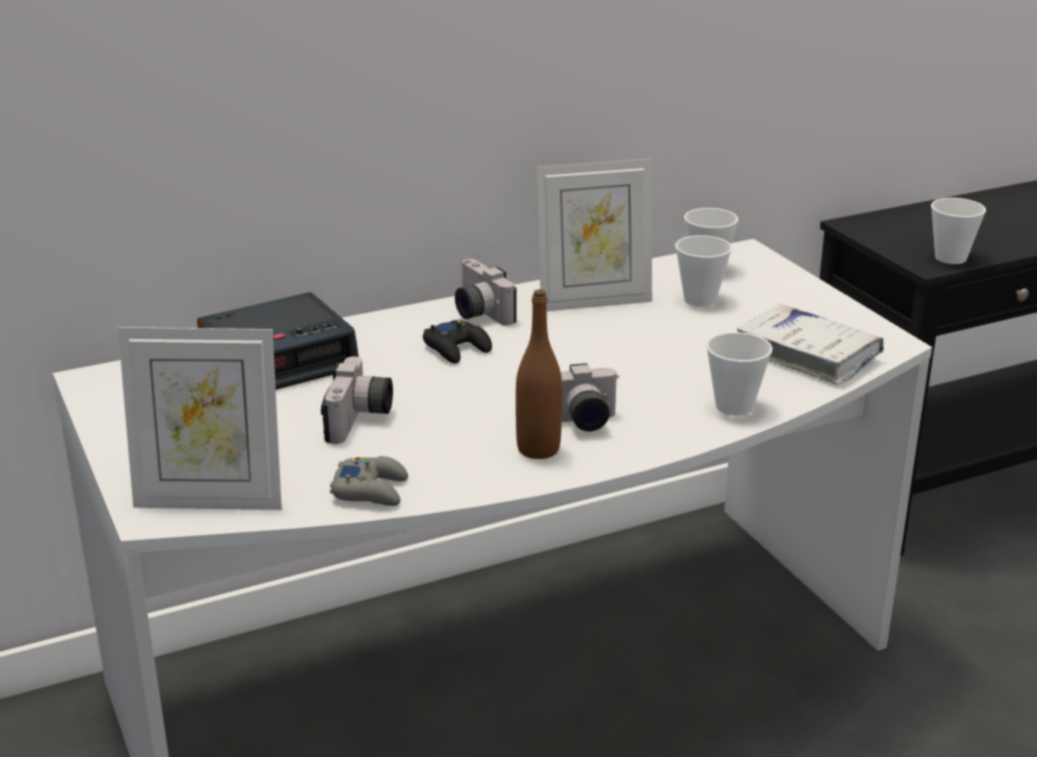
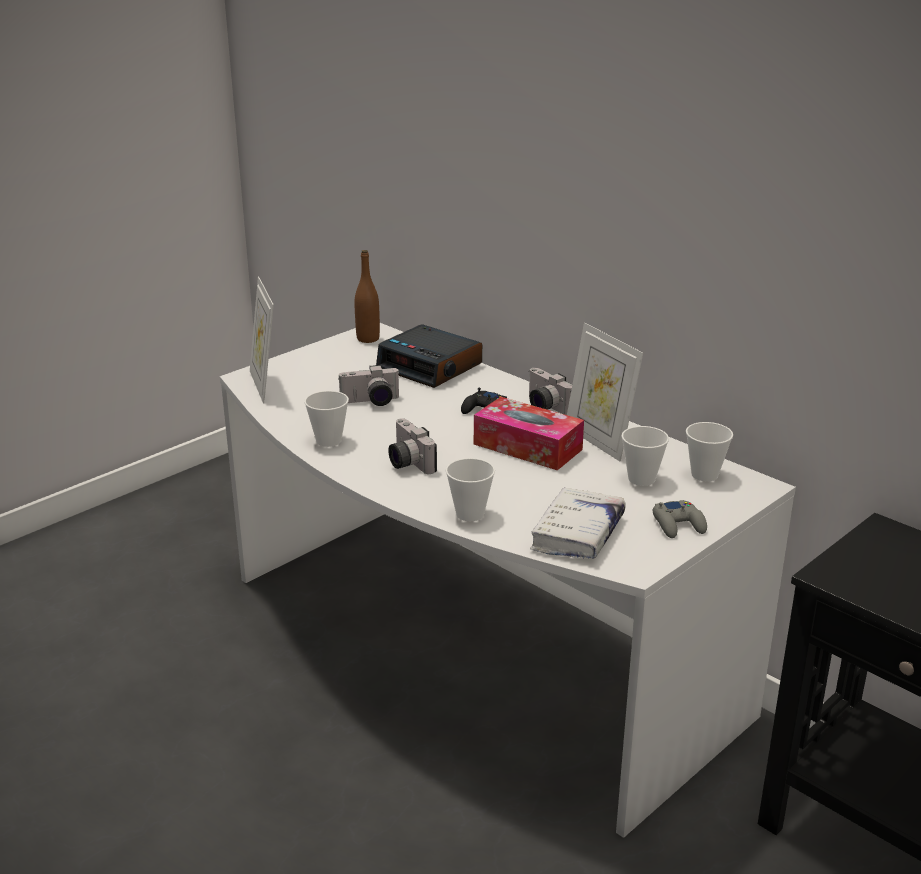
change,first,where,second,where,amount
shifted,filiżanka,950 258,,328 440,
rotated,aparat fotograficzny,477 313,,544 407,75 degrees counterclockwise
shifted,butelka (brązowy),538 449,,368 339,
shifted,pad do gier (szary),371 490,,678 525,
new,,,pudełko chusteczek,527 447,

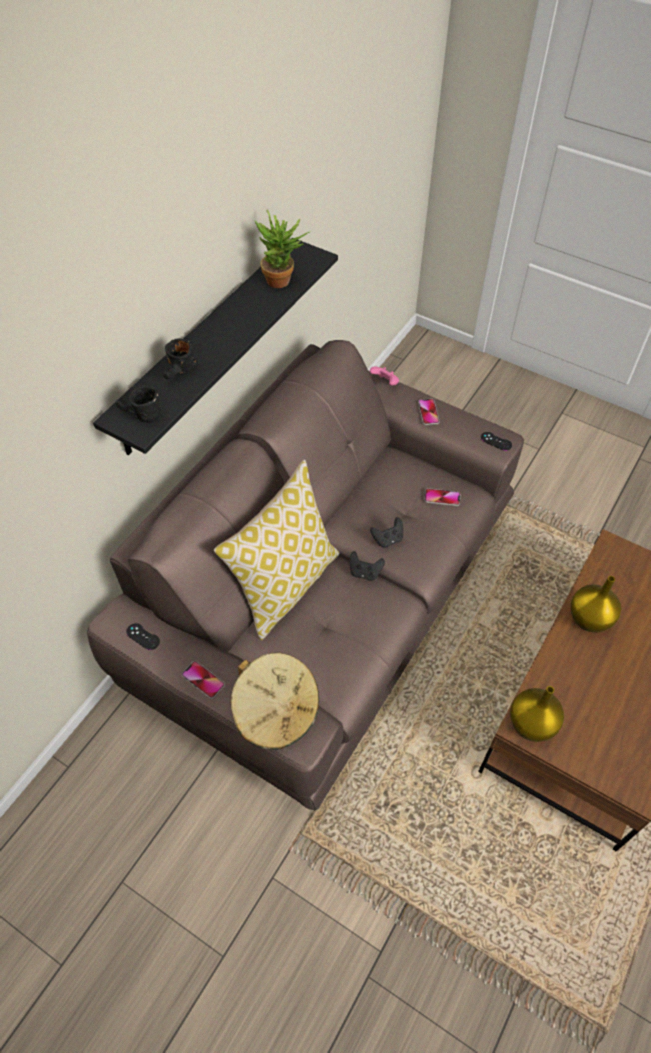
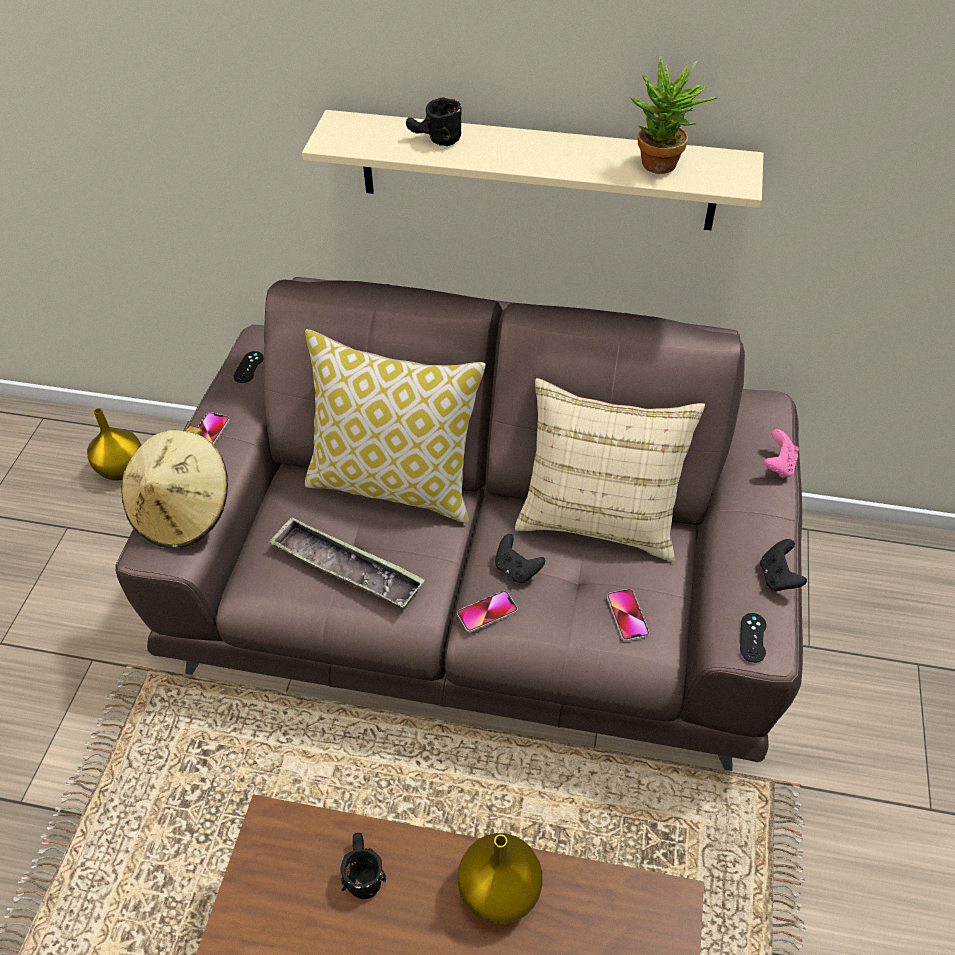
change,first,where,second,where,amount
repainted,półka (czarny),206 347,półka (beżowy),536 171,
shifted,kubek (czarny),140 416,,361 871,
shifted,telefon,428 412,,487 612,
shifted,pad do gier (czarny),365 572,,778 577,
shifted,wazon (żółty),532 725,,121 470,
new,,,poduszka (beżowy),600 513,
new,,,taca,346 568,

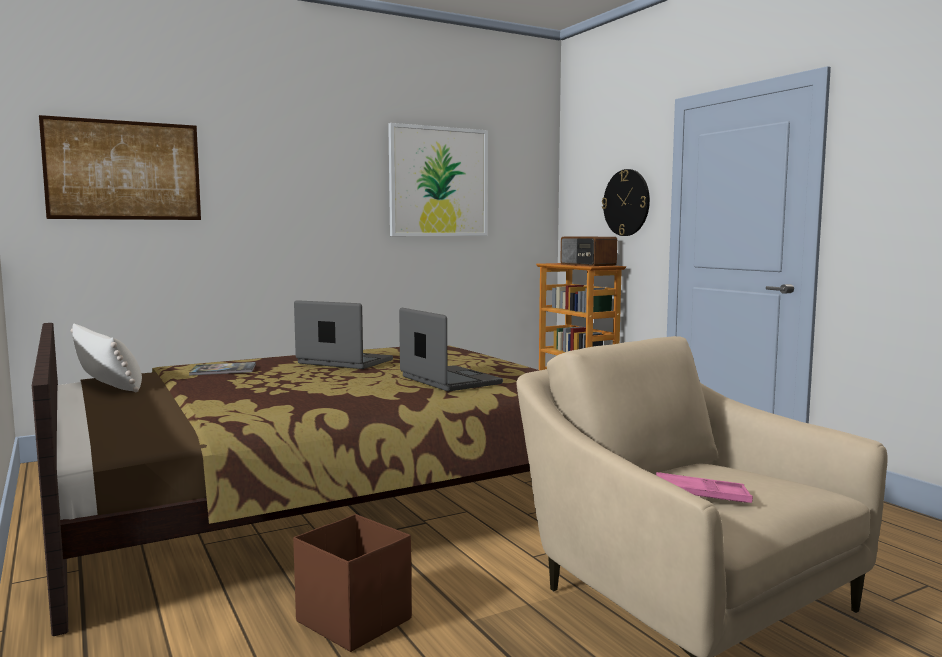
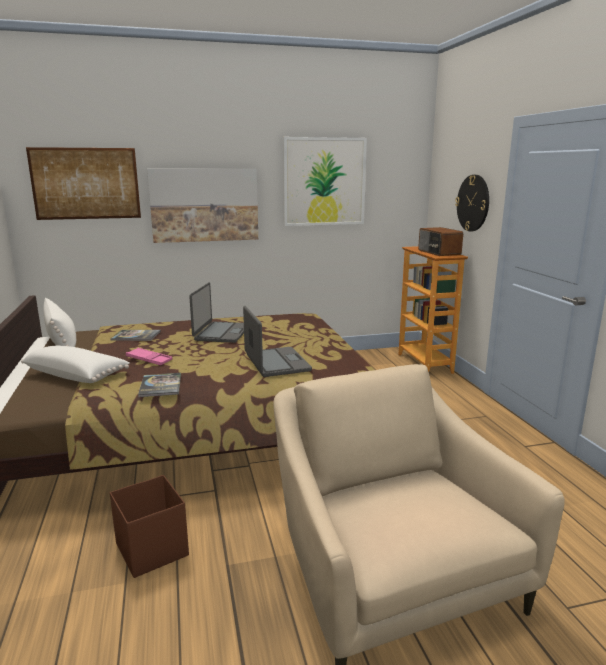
change,first,where,second,where,amount
rotated,laptop,344 362,,221 333,60 degrees clockwise
shifted,taca (różowy),702 495,,149 360,
new,,,obraz,204 205,
new,,,poduszka (biały),77 375,
new,,,książka,160 385,

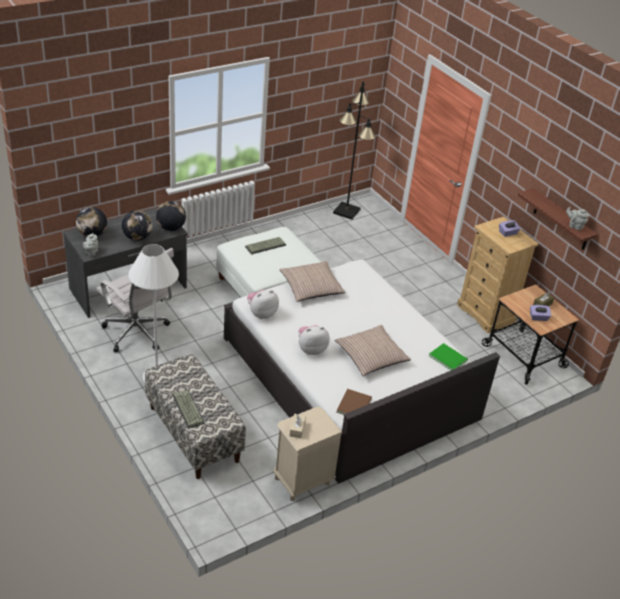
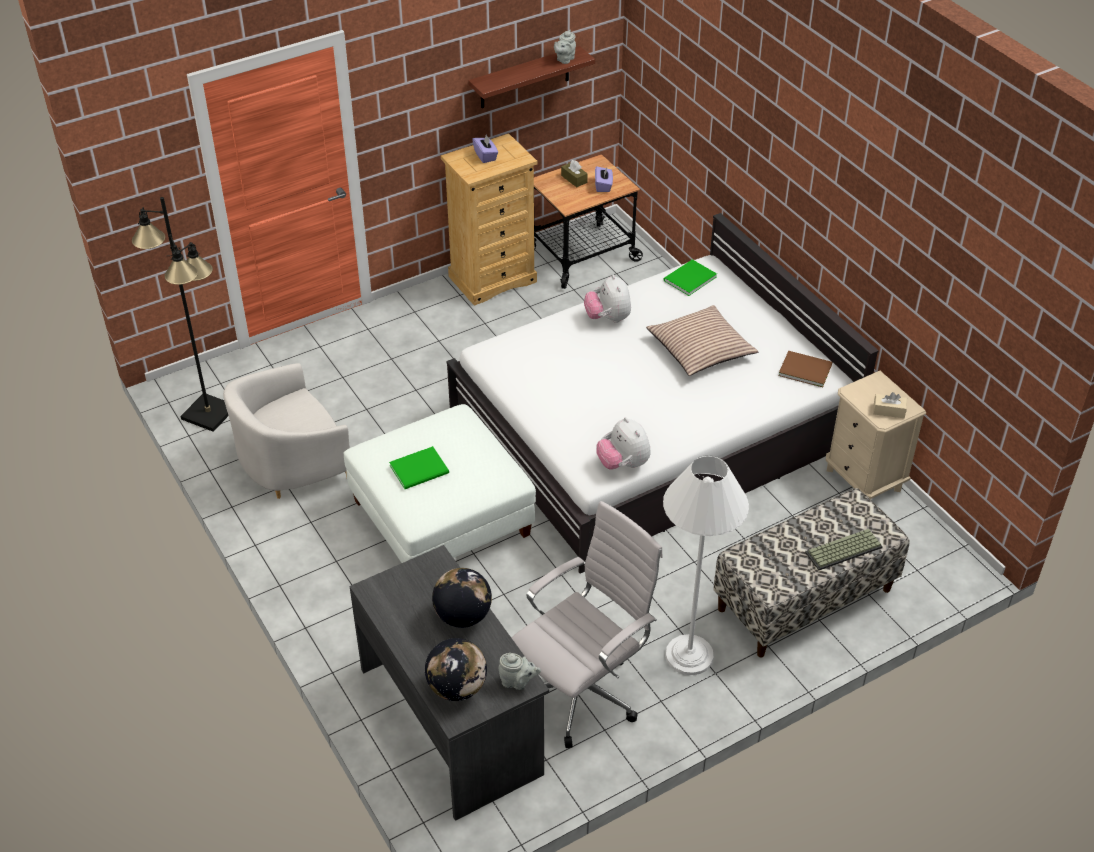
change,first,where,second,where,amount
gone,globus,171 228,,,
swapped,klawiatura,265 246,książka (zielony),421 470,
gone,poduszka,311 287,,,
shifted,pluszak,311 349,,608 318,
new,,,fotel (biały),292 465,

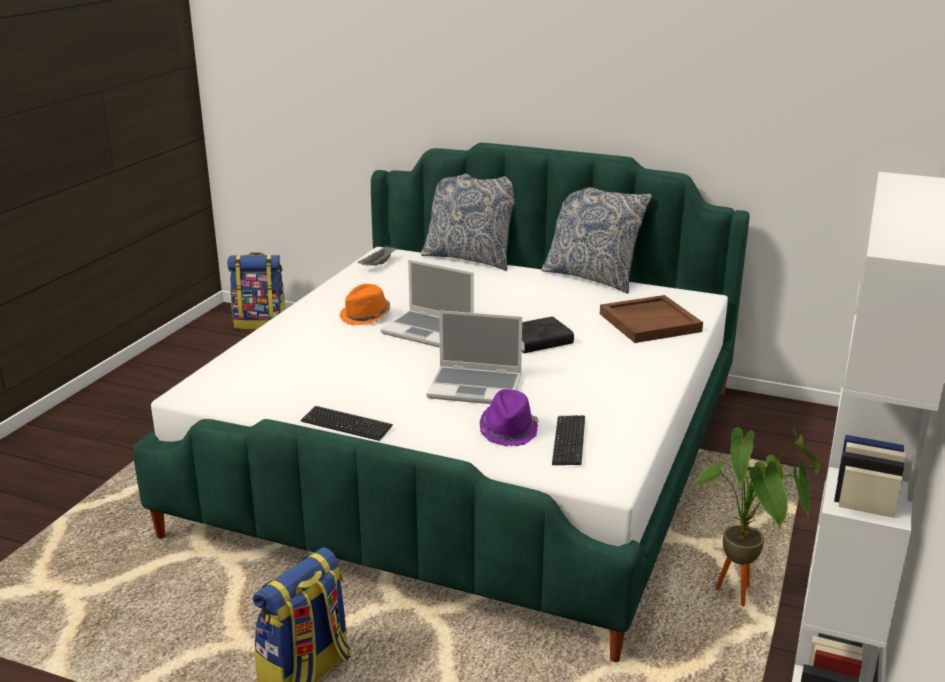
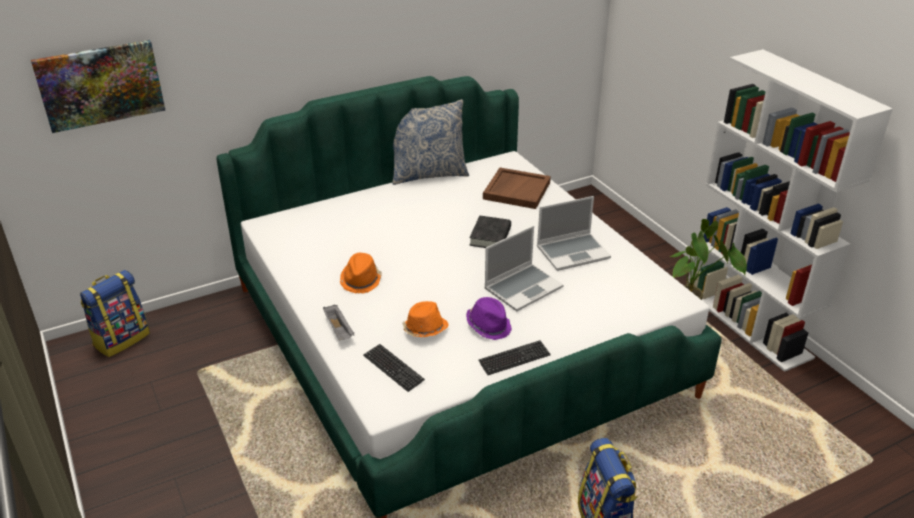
change,first,where,second,where,amount
gone,poduszka,470 258,,,
shifted,taca (szary),378 265,,339 330,
shifted,laptop,429 331,,573 252,
shifted,kapelusz (fioletowy),509 430,,489 326,
shifted,klawiatura,569 442,,393 368,
new,,,obraz,100 85,
new,,,kapelusz (pomarańczowy),424 329,

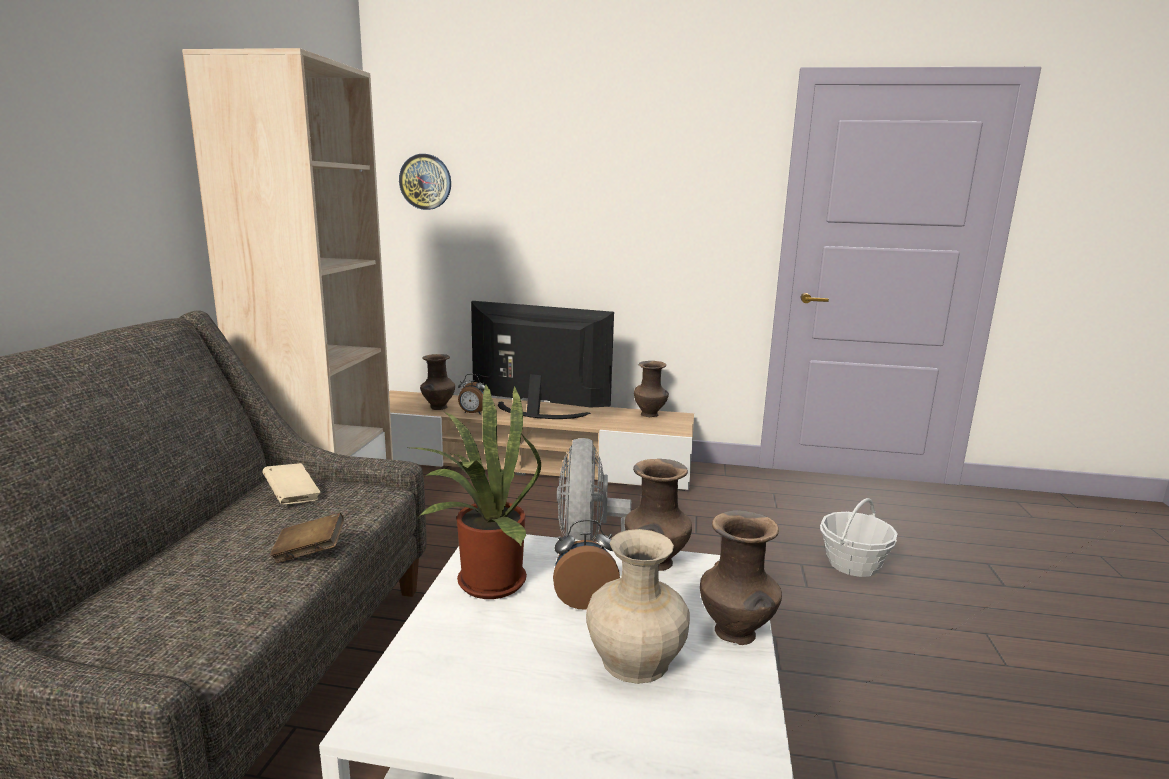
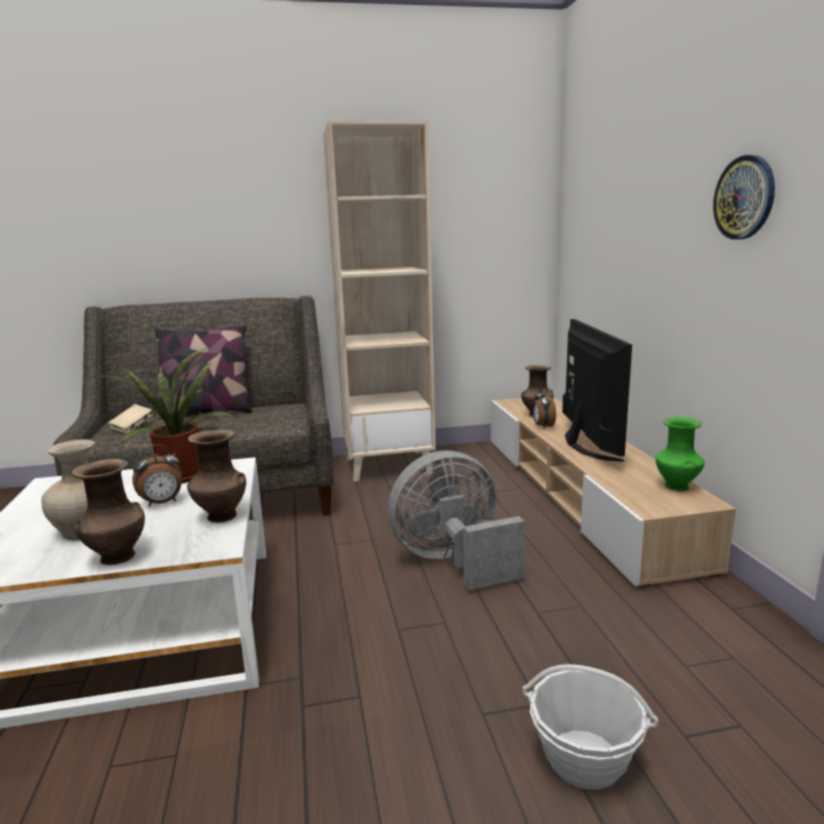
change,first,where,second,where,amount
shifted,zegar ścienny,425 182,,744 198,
repainted,wazon (brązowy),650 415,wazon (zielony),677 487,
shifted,książka (beżowy),292 497,,132 427,
rotated,budzik,583 600,,162 503,90 degrees clockwise
new,,,poduszka,207 412,

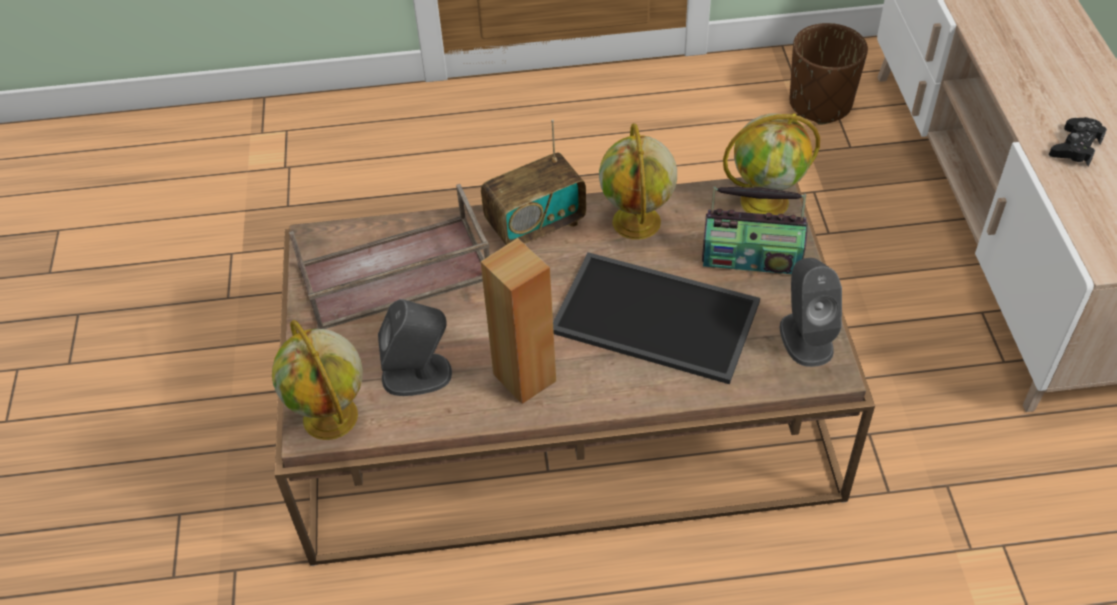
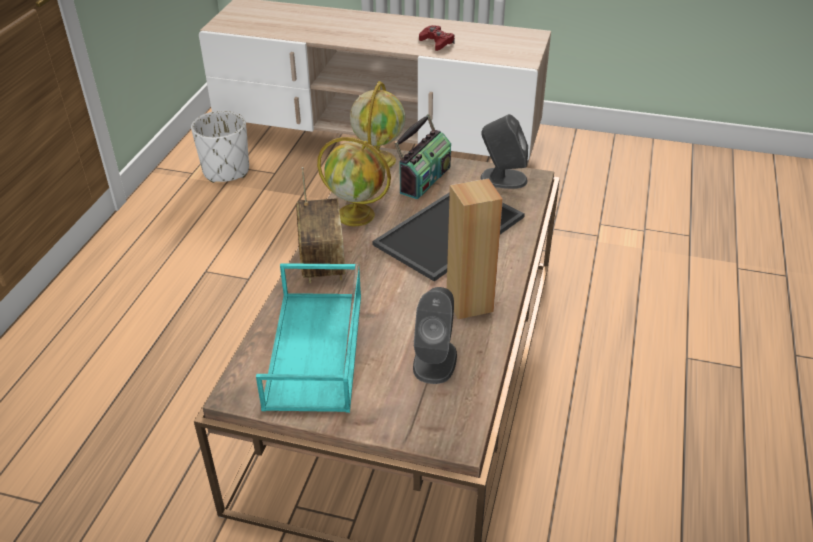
change,first,where,second,where,amount
repainted,donica (brązowy),820 104,donica (biały),226 171,
repainted,pad do gier (czarny),1075 147,pad do gier (czerwony),436 42,
repainted,taca (brązowy),393 274,taca (turkusowy),316 351,
gone,globus,331 418,,,

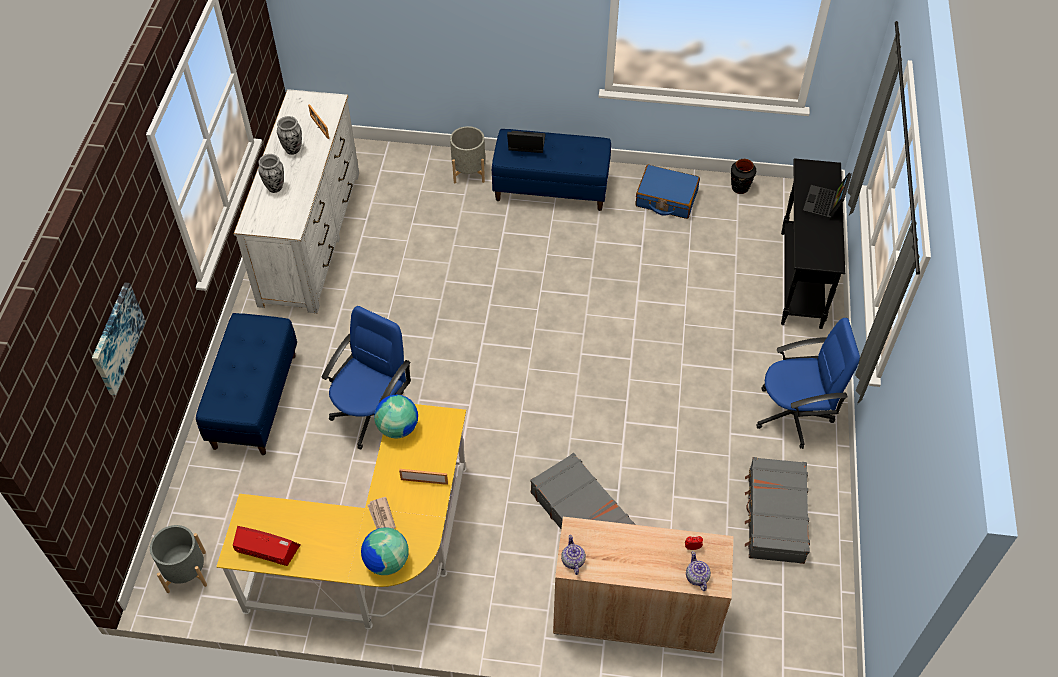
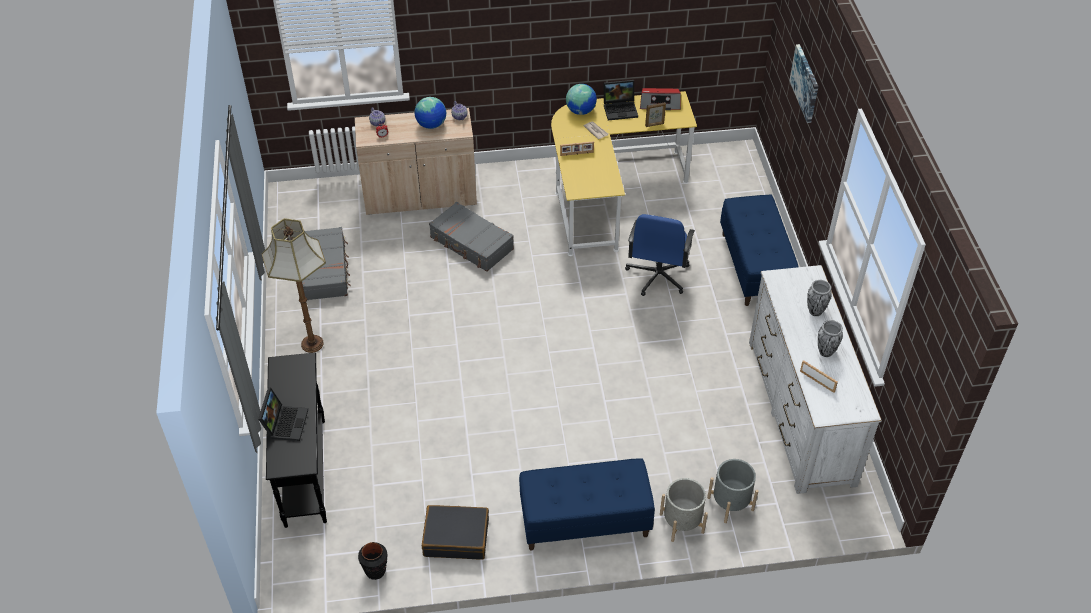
change,first,where,second,where,amount
shifted,laptop,525 145,,621 109,
repainted,walizka (niebieski),666 199,walizka (czarny),456 537,
swapped,krzesło biurowe (niebieski),794 414,lampa stojąca,311 344,
shifted,globus,398 427,,431 125,
shifted,donica (szary),186 571,,730 503,
new,,,ramka na zdjęcie,654 125,

